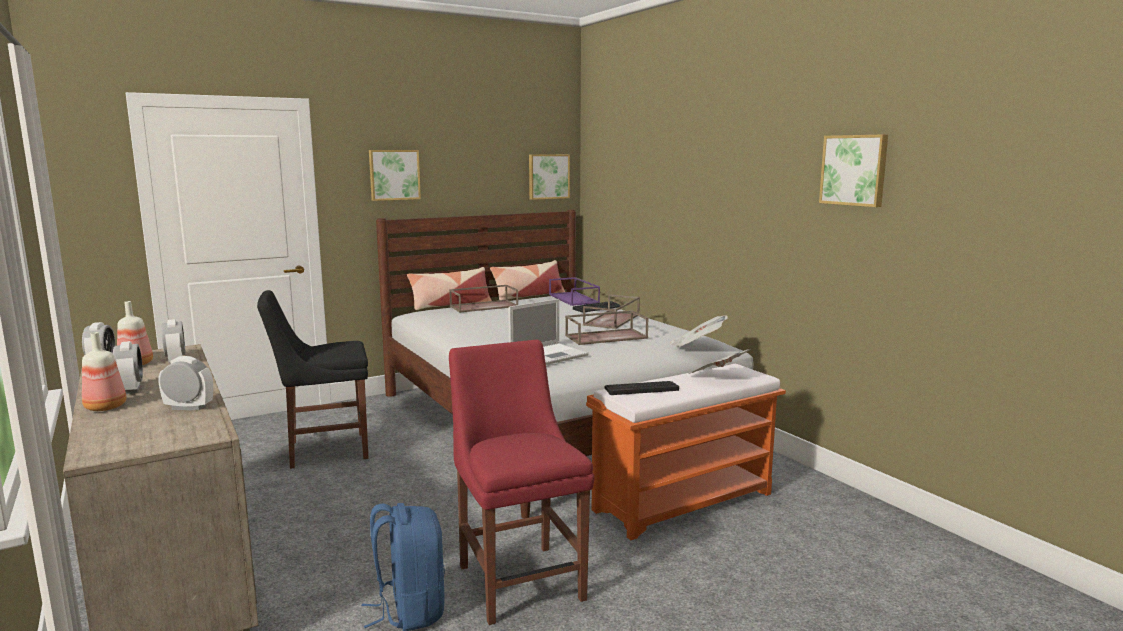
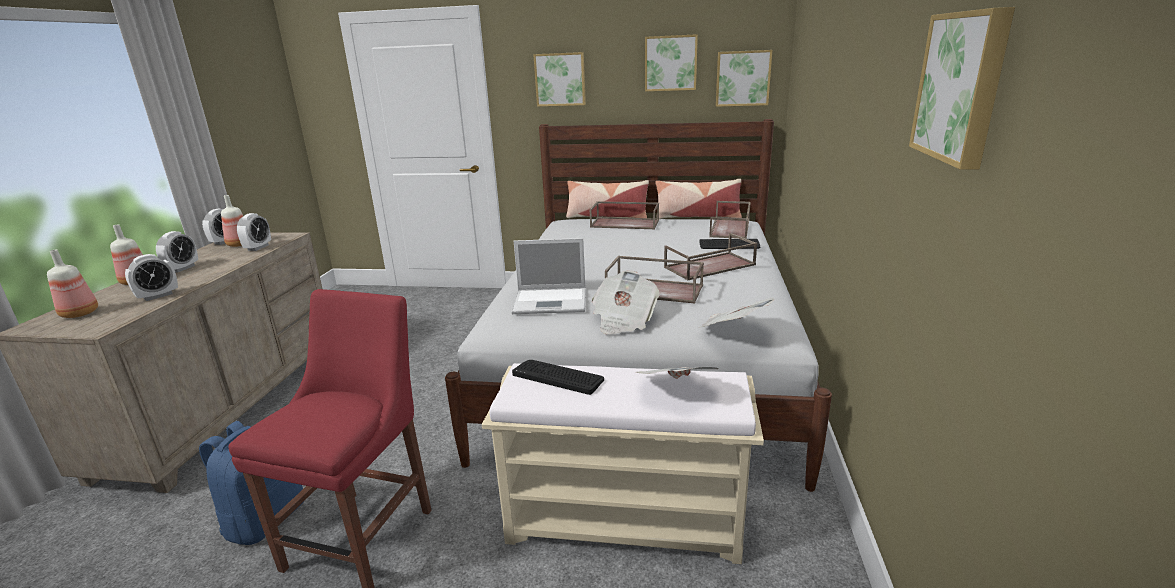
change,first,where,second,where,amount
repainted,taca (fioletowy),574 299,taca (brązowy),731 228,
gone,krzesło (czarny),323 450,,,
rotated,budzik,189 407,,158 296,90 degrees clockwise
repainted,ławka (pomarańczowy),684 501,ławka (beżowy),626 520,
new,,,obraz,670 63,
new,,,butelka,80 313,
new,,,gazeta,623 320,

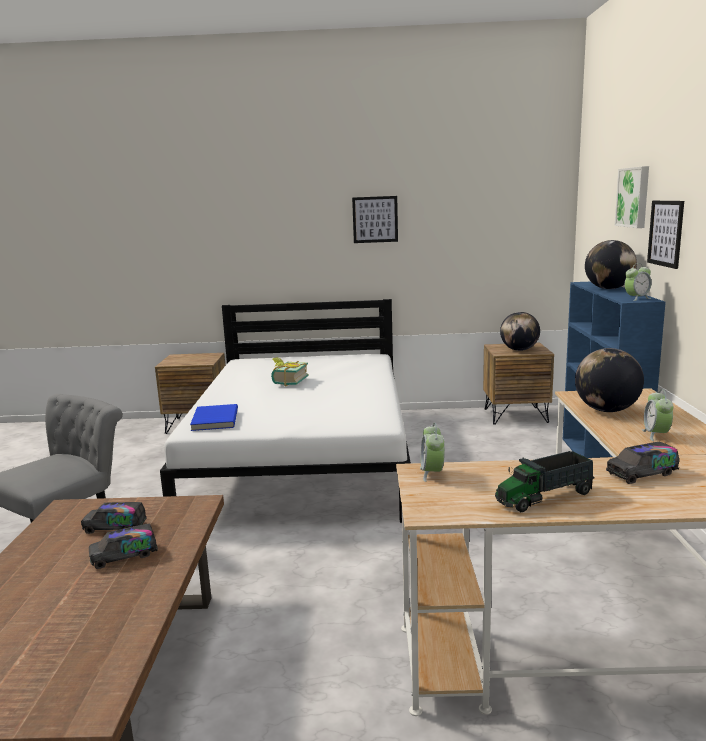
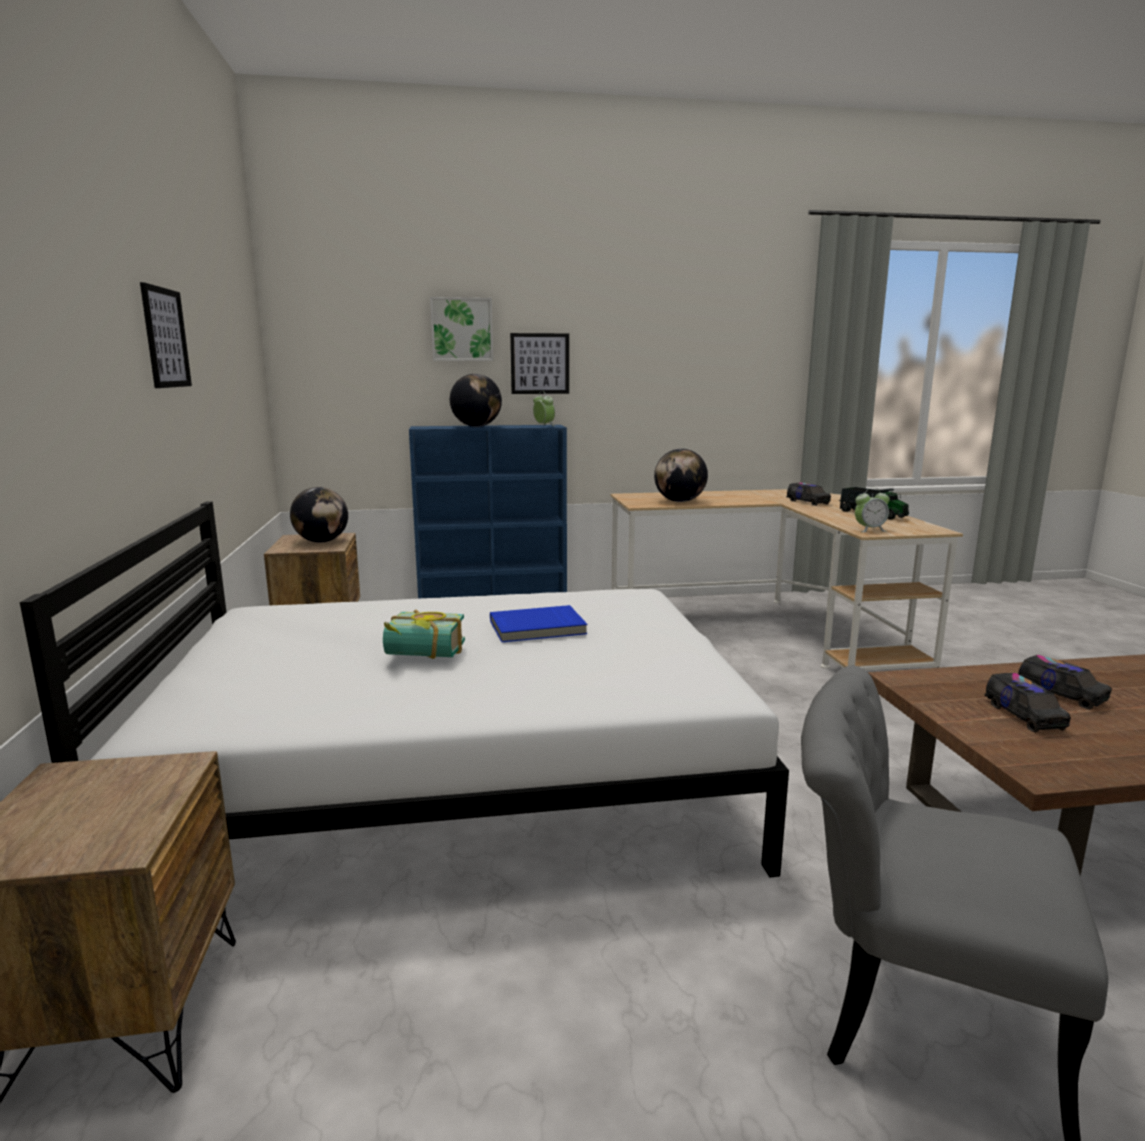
change,first,where,second,where,amount
gone,budzik,656 435,,,
shifted,książka (niebieski),214 420,,538 628,

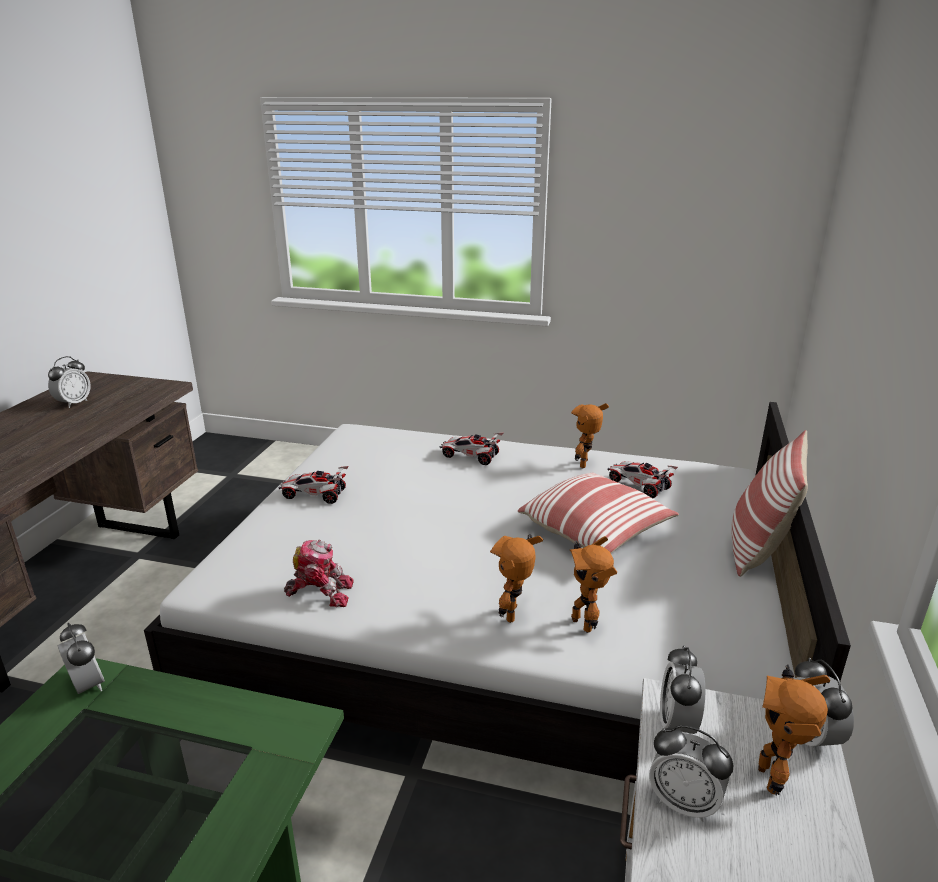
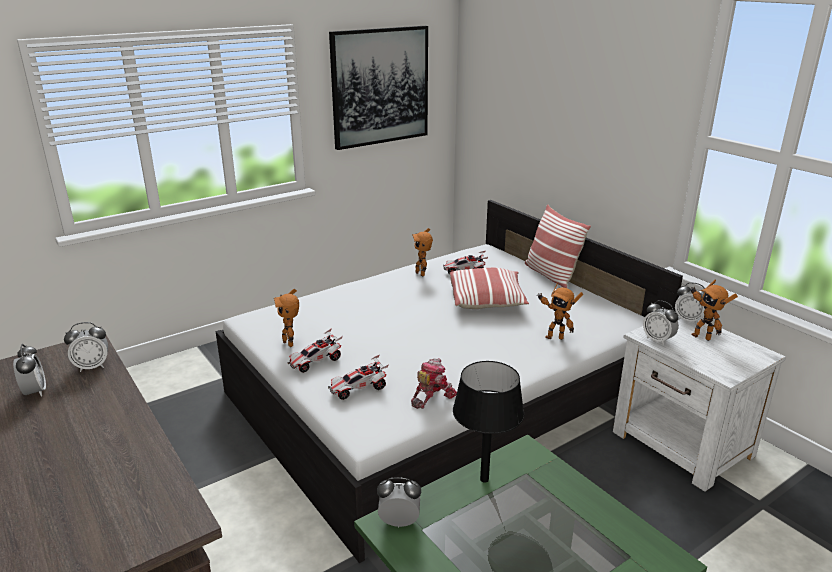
change,first,where,second,where,amount
shifted,samochodzik,470 457,,358 389,
shifted,robot zabawkowy,516 615,,290 343,
shifted,budzik,684 802,,92 366,
new,,,obraz,380 86,
new,,,lampa stołowa (czarny),484 479,

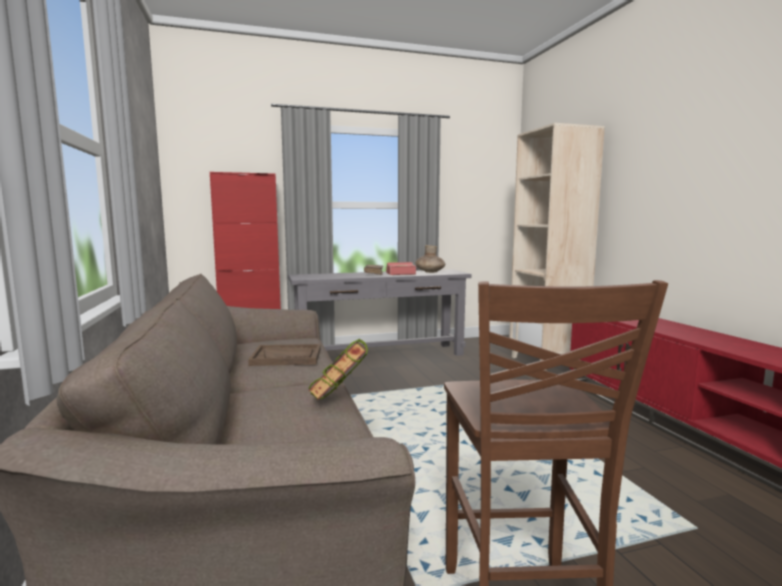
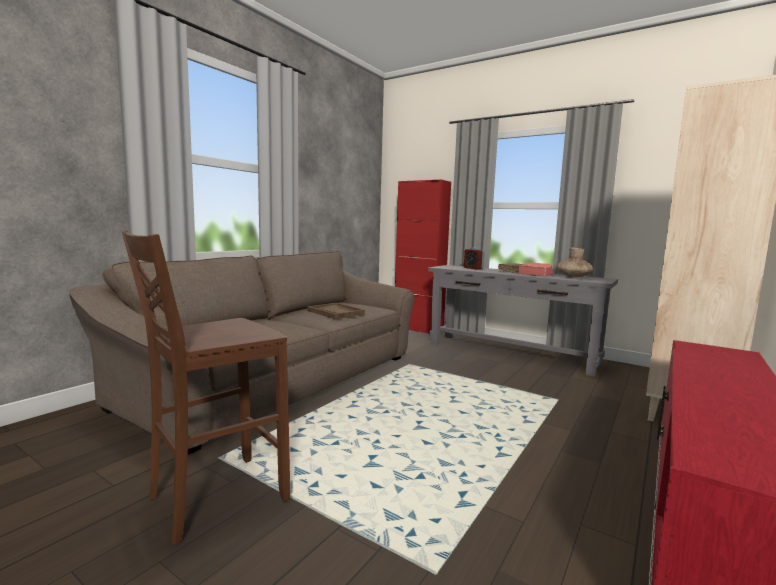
change,first,where,second,where,amount
gone,książka,339 400,,,
new,,,budzik,473 268,

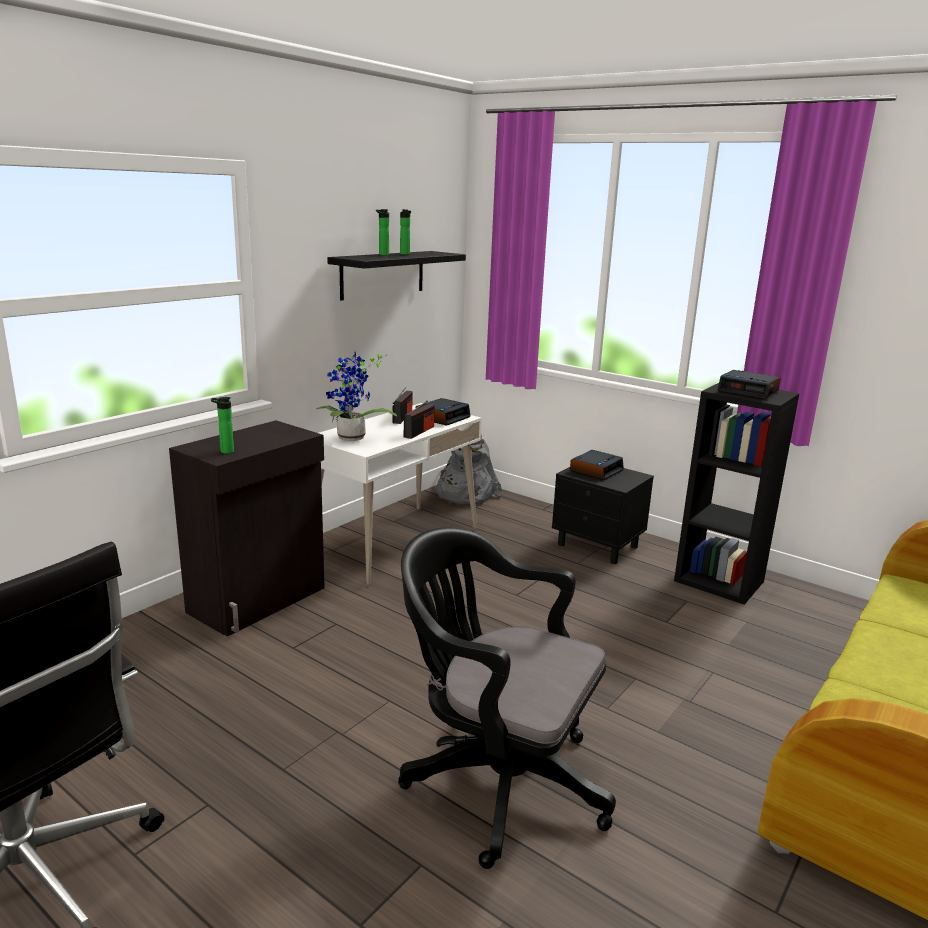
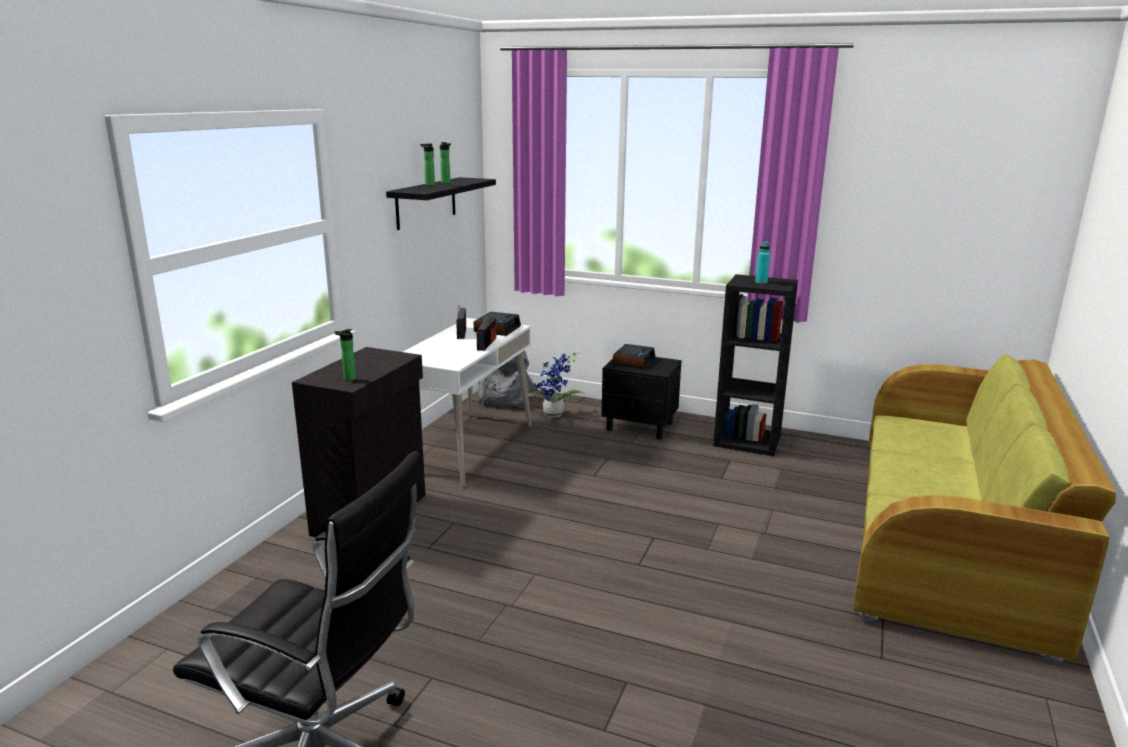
change,first,where,second,where,amount
shifted,roślina doniczkowa,351 439,,554 415,
swapped,budzik,748 391,butelka (turkusowy),761 282,
gone,krzesło biurowe (czarny),496 780,,,

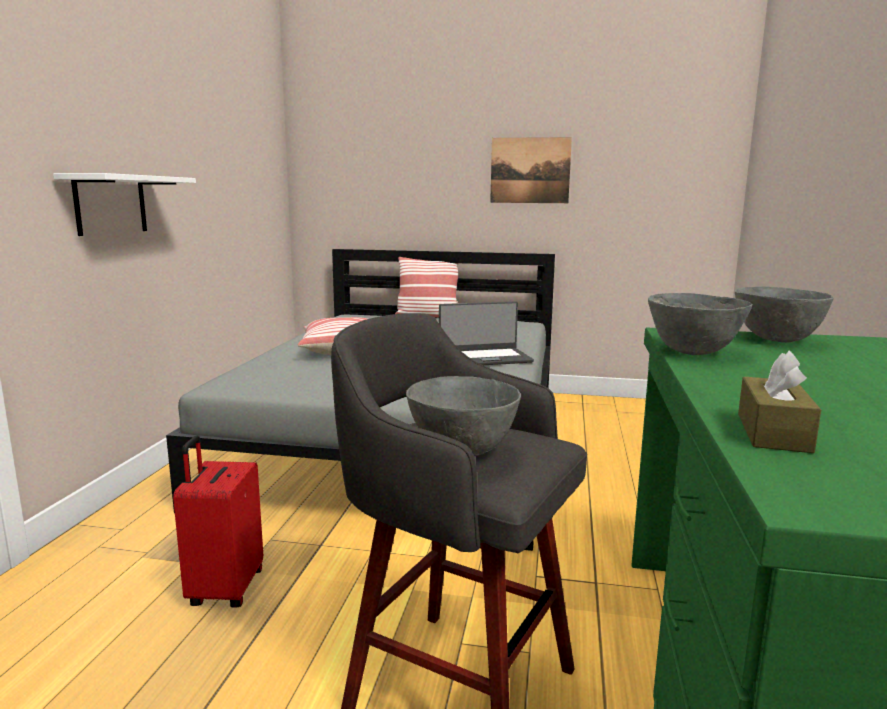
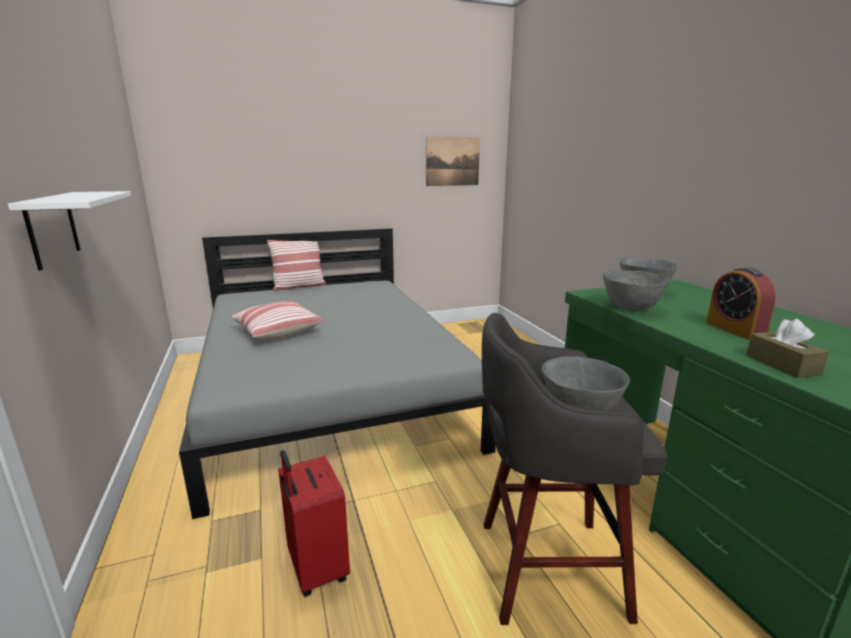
change,first,where,second,where,amount
shifted,obraz,530 170,,452 161,
gone,laptop,484 358,,,
new,,,budzik,735 330,

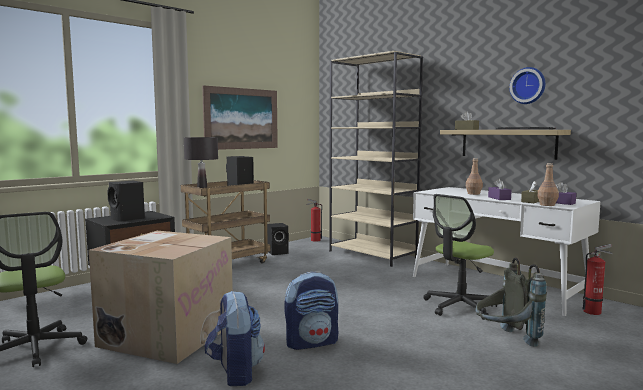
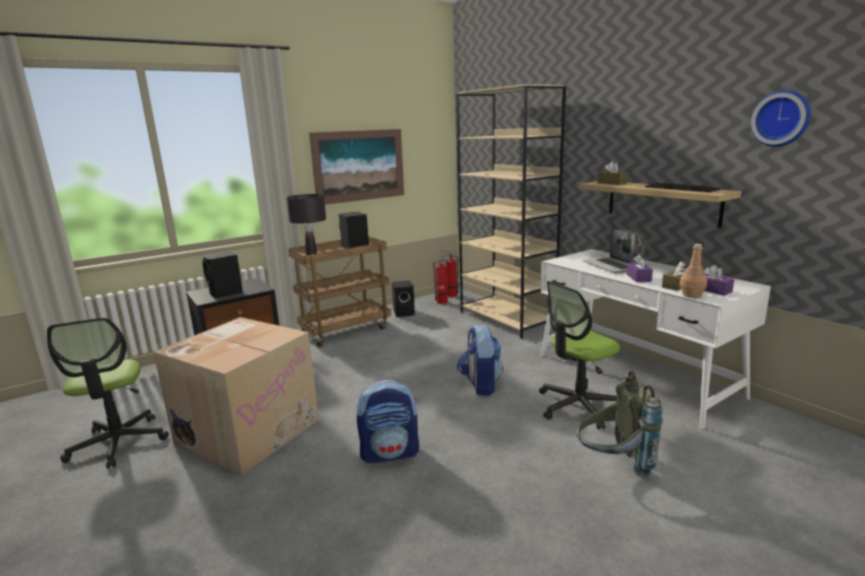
change,first,where,second,where,amount
shifted,zegar ścienny,528 86,,781 118,
swapped,butelka (brązowy),474 194,laptop,613 266,
shifted,gaśnica,594 312,,443 302,
shifted,plecak,235 372,,480 385,

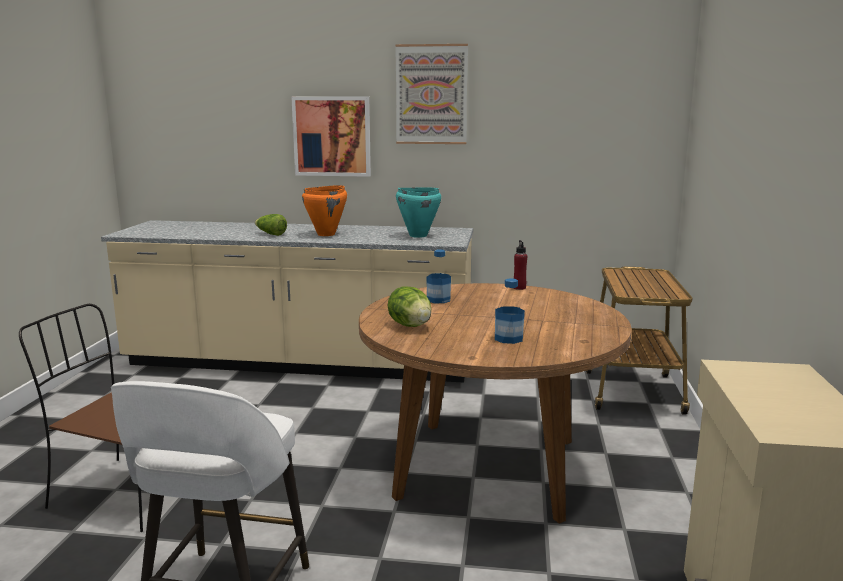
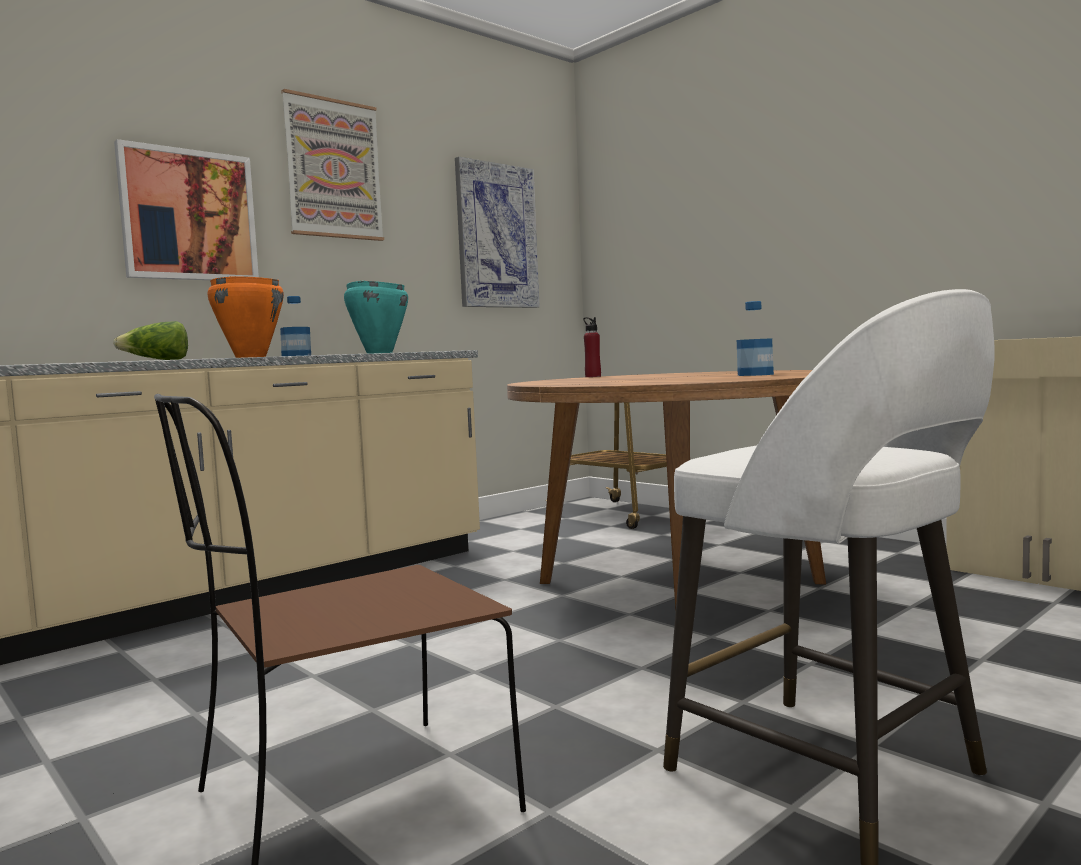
change,first,where,second,where,amount
shifted,butelka,438 300,,296 356,
gone,sałata,410 326,,,
new,,,obraz,496 236,

